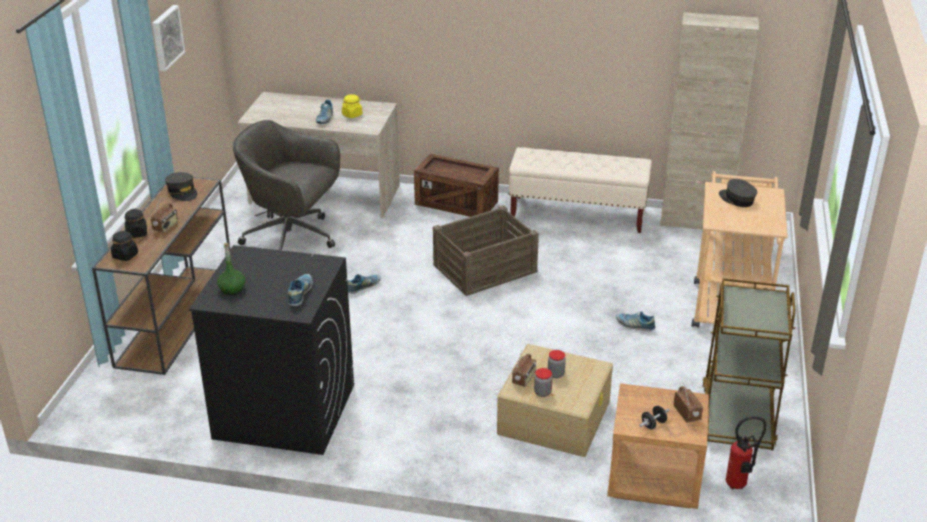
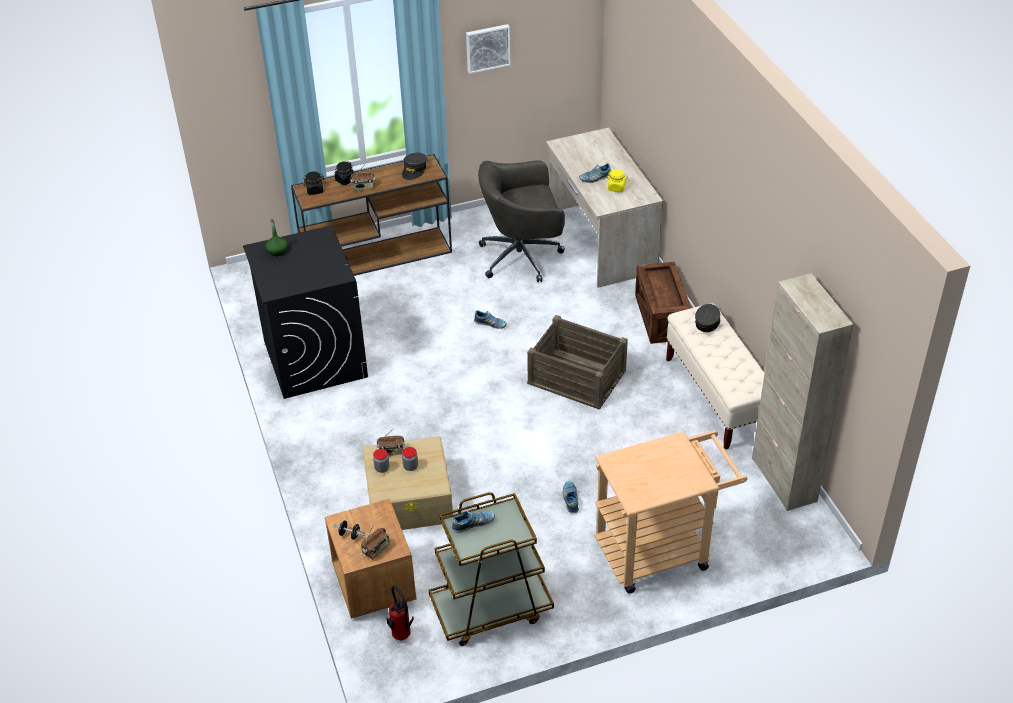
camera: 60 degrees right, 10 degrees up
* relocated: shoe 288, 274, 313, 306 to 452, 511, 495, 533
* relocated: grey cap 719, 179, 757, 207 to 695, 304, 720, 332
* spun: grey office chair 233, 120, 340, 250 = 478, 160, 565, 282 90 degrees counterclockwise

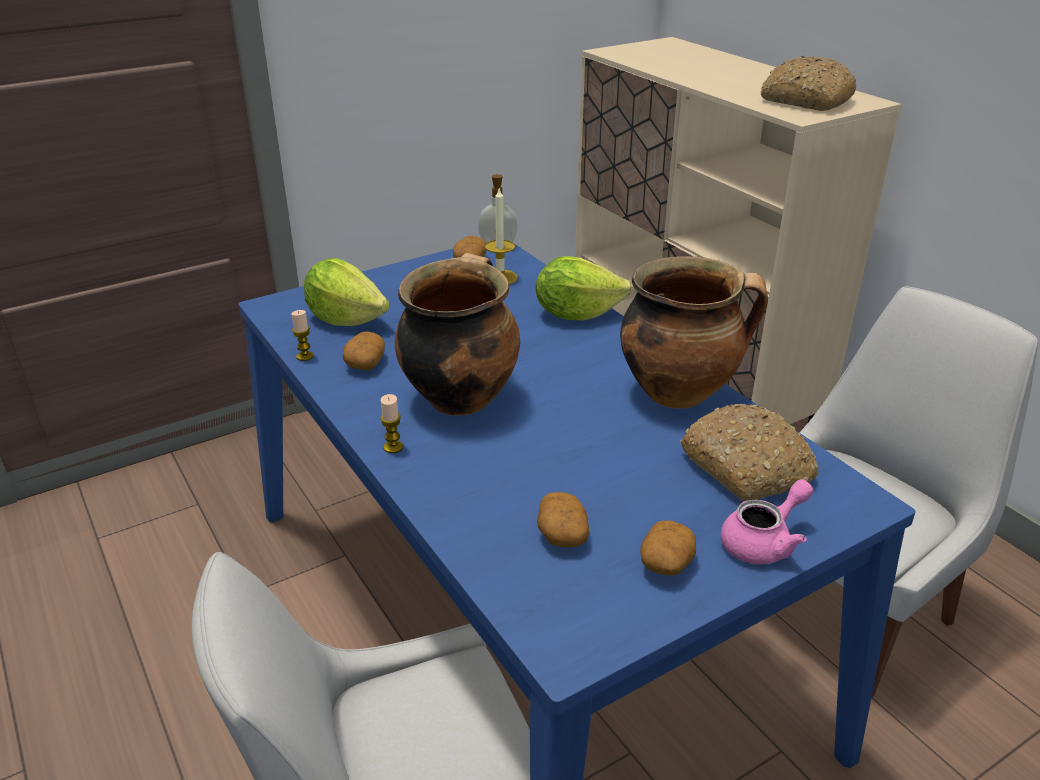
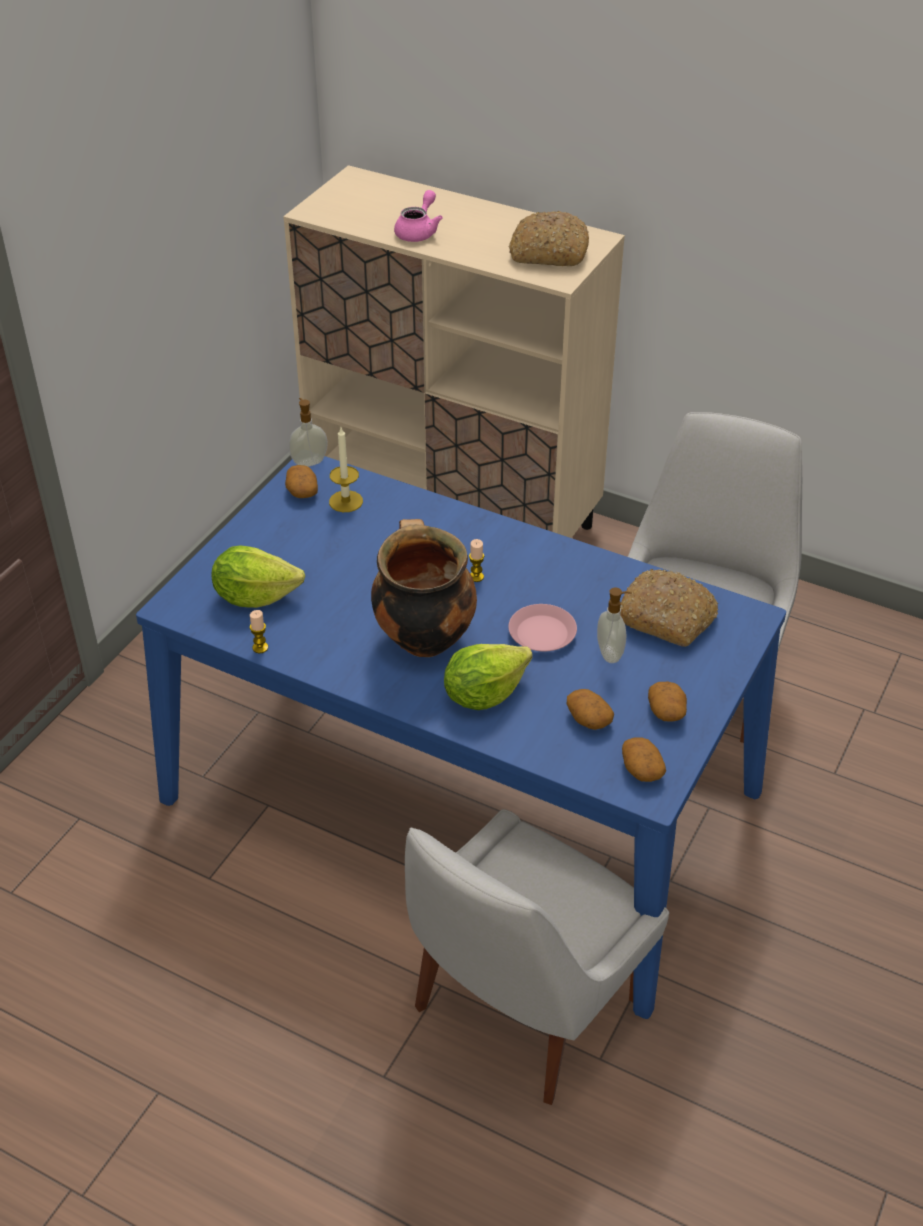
camera: 30 degrees left, 10 degrees up
* missing: cooking pot 620, 256, 768, 408
* appeared: pink plate 508, 604, 577, 652
* appeared: soap dispenser 597, 588, 632, 663
* relocated: potato 343, 332, 385, 370 to 622, 737, 666, 782
* relocated: candle 380, 394, 403, 453 to 469, 539, 484, 582
* relocated: lettuce 536, 256, 632, 320 to 444, 644, 533, 710
* relocated: pink teapot 721, 479, 813, 565 to 394, 190, 443, 242

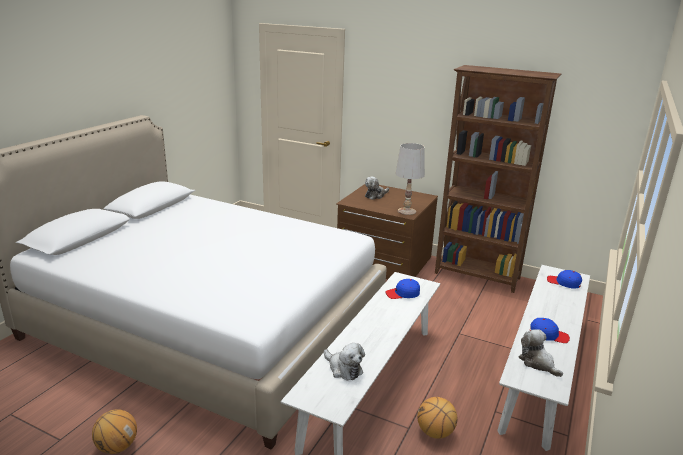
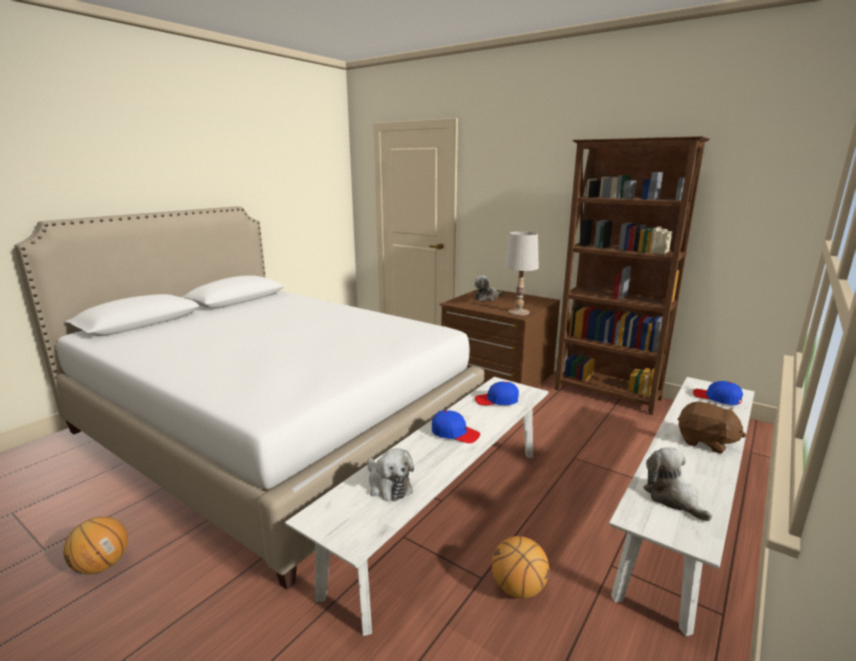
camera: 10 degrees right, 5 degrees down
* appeared: brown plush toy 678, 401, 746, 453
* relocated: blue cap 530, 318, 570, 343 to 432, 410, 480, 443

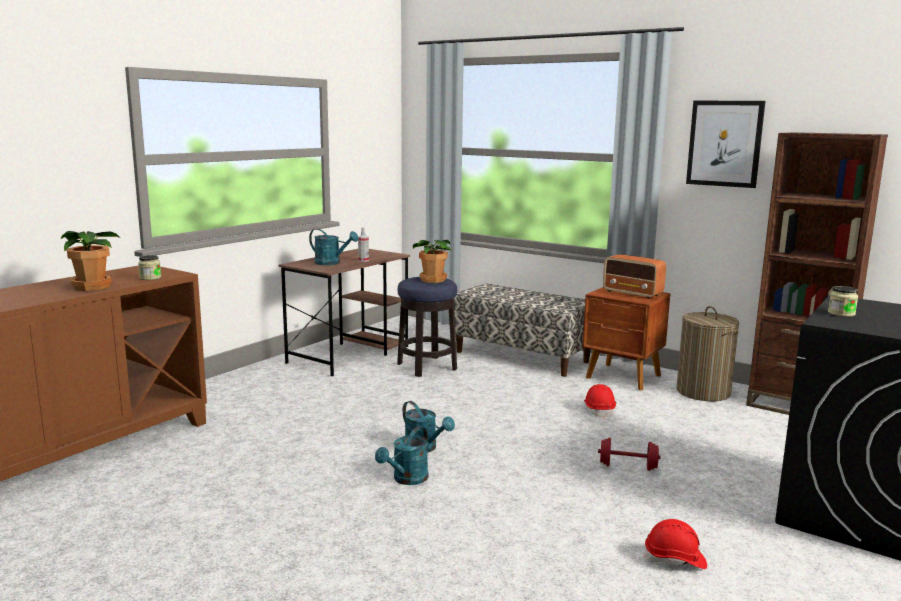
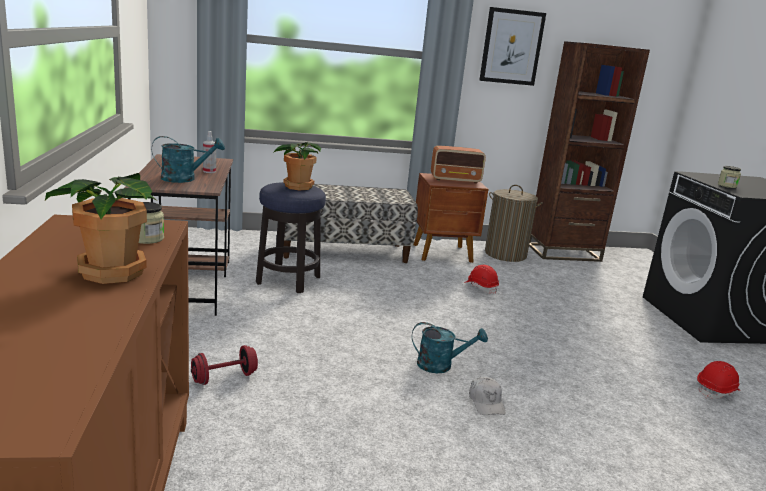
camera: 45 degrees left, 5 degrees up
* relocated: red dumbbell 598, 438, 661, 471 to 191, 345, 258, 385
* exchanged: turquoise watering can 375, 426, 429, 485 to white cap 469, 377, 506, 415

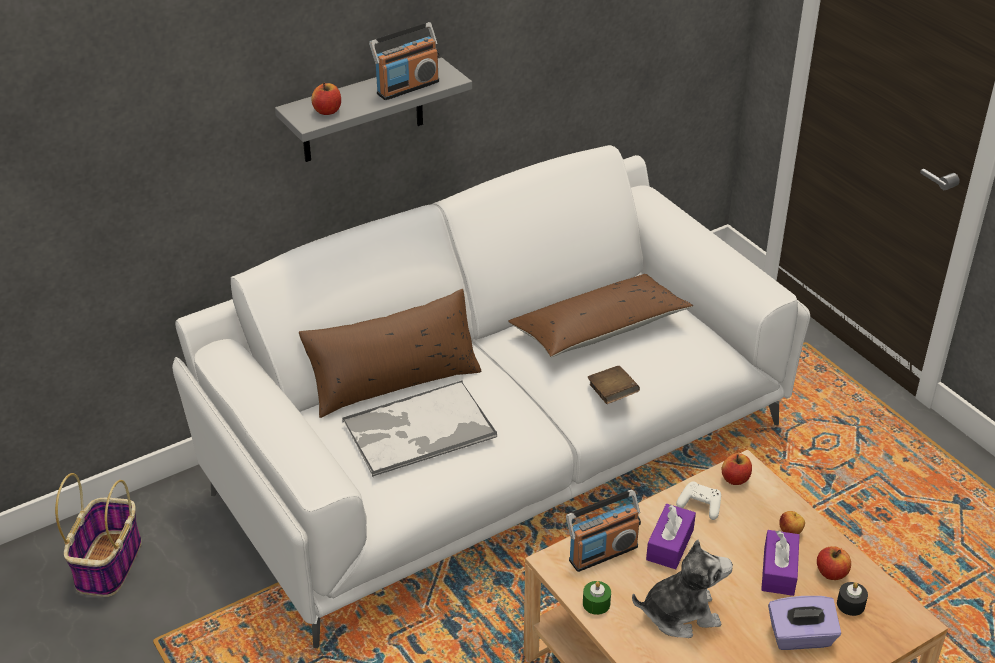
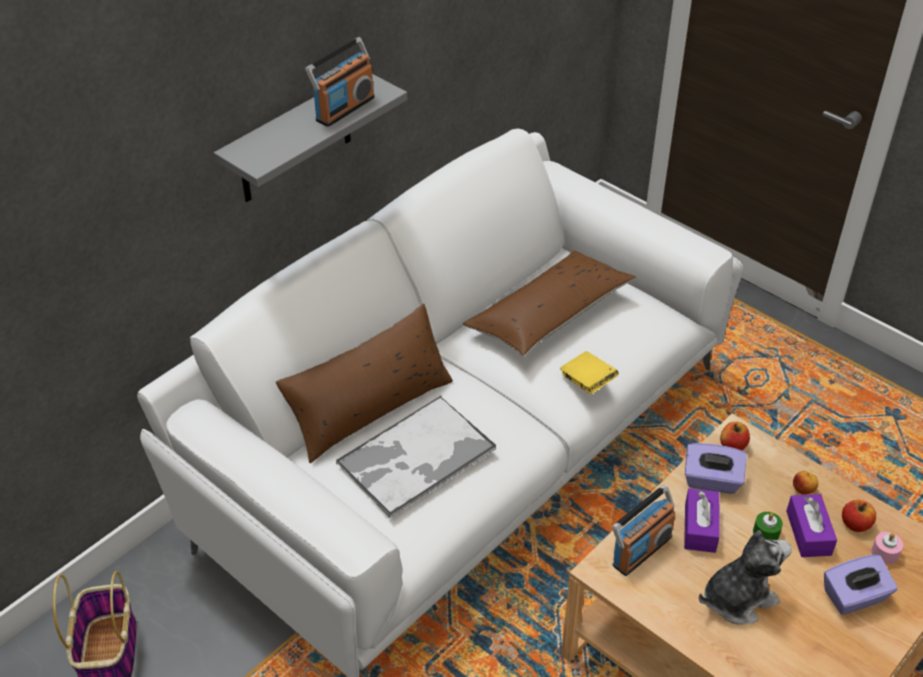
camera: 15 degrees left, 5 degrees up
* missing: apple 311, 83, 341, 115
* relocated: green candle 583, 581, 611, 615 to 753, 512, 783, 540
* exchanged: white game controller 676, 481, 721, 520 to purple tissue box 685, 443, 747, 494
* colour: brown book 587, 366, 640, 404 to yellow book 560, 351, 619, 394
* colour: black candle 837, 582, 868, 616 to pink candle 871, 532, 903, 564

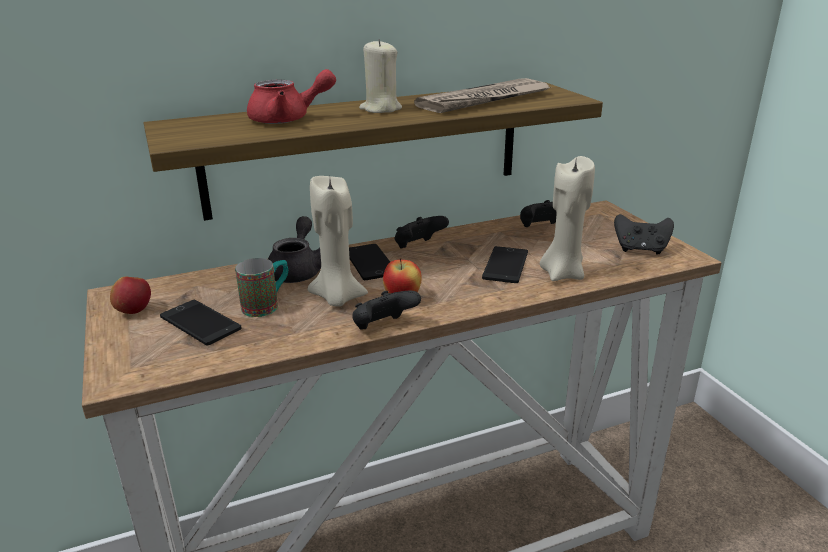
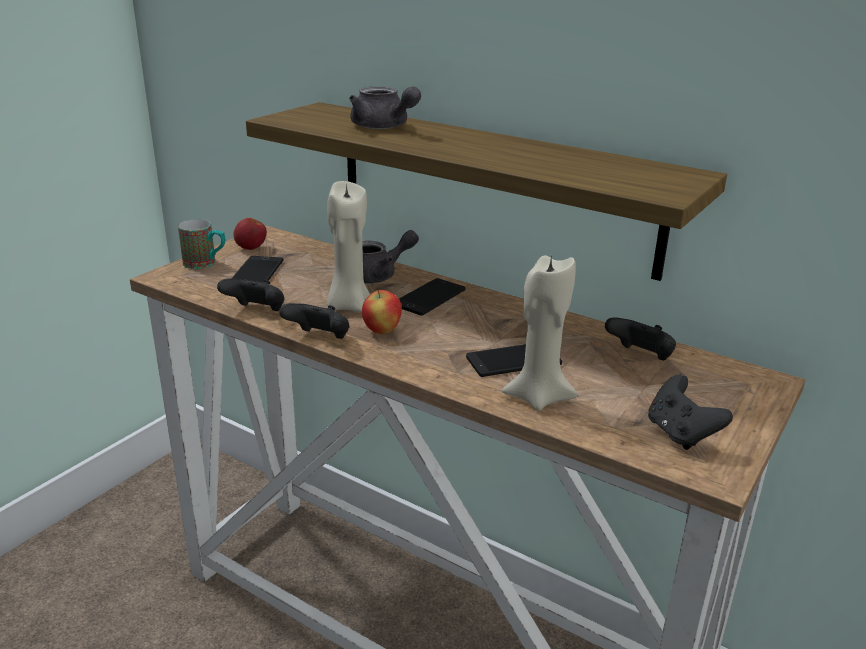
camera: 55 degrees right, 0 degrees up
* missing: beige candle 359, 39, 402, 113
* missing: newspaper 414, 78, 551, 113
* relocated: mug 235, 258, 288, 317 to 178, 219, 226, 269
* relocated: black game controller 395, 216, 449, 249 to 217, 279, 284, 311
* colour: red teapot 247, 69, 336, 124 to grey teapot 349, 86, 421, 129

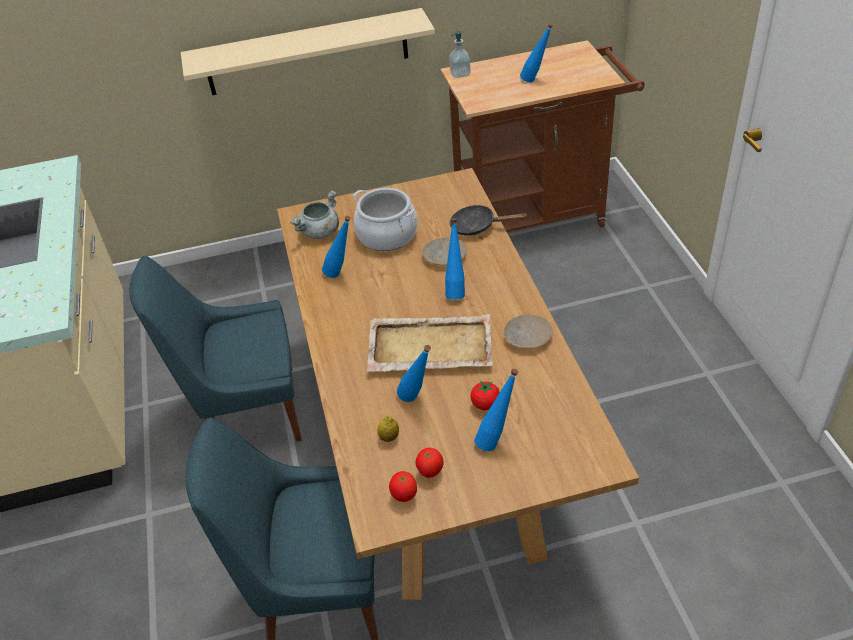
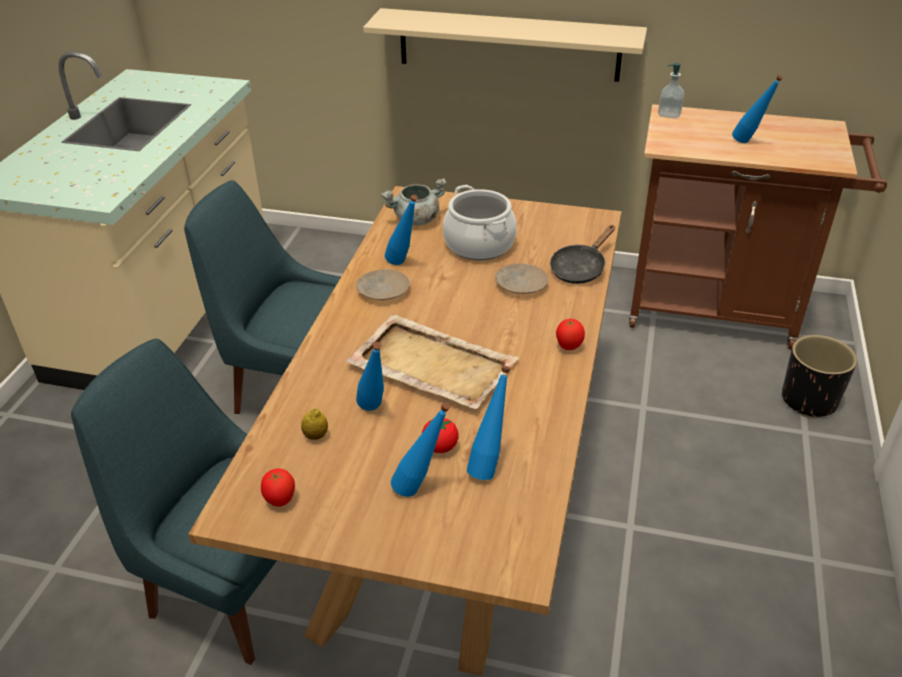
camera: 25 degrees right, 5 degrees down
* appeared: black planter 782, 335, 857, 417
* relocated: tomato 416, 448, 443, 478 to 556, 319, 585, 350
* relocated: blue bottle 445, 218, 465, 299 to 467, 366, 510, 480
* relocated: beige plate 503, 314, 553, 349 to 356, 269, 410, 300
* spun: black frying pan 449, 205, 528, 236 = 550, 225, 615, 284 90 degrees counterclockwise

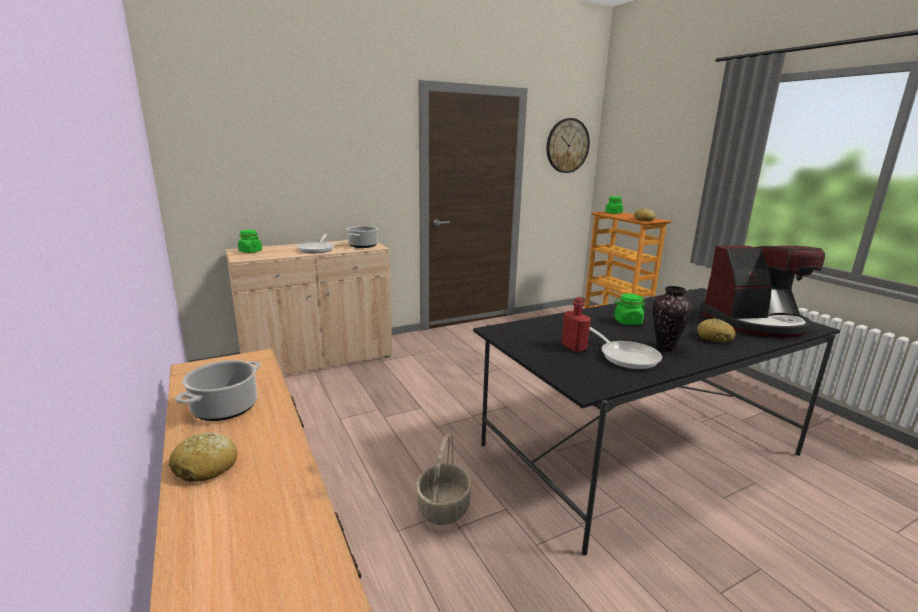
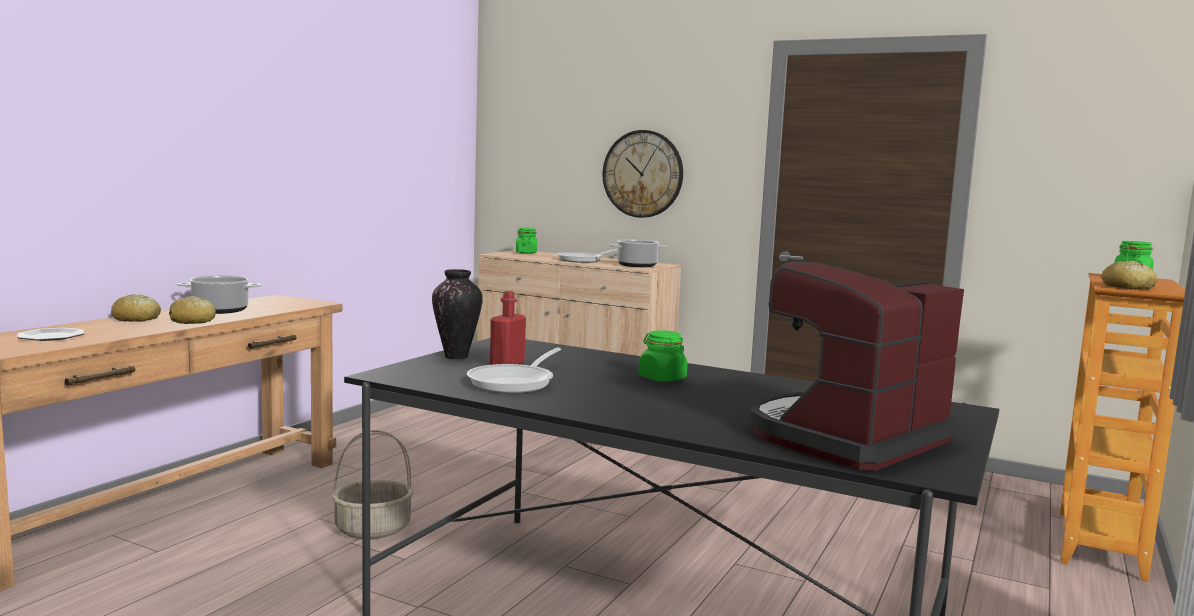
camera: 55 degrees right, 10 degrees down
* appeared: plate 17, 328, 84, 341
* relocated: wall clock 546, 118, 590, 173 to 603, 130, 683, 218
* relocated: vase 653, 286, 692, 351 to 432, 269, 483, 359
* relocated: bread 697, 318, 735, 343 to 169, 296, 216, 324
* spun: coffee machine 700, 246, 825, 338 = 749, 262, 964, 471 90 degrees clockwise

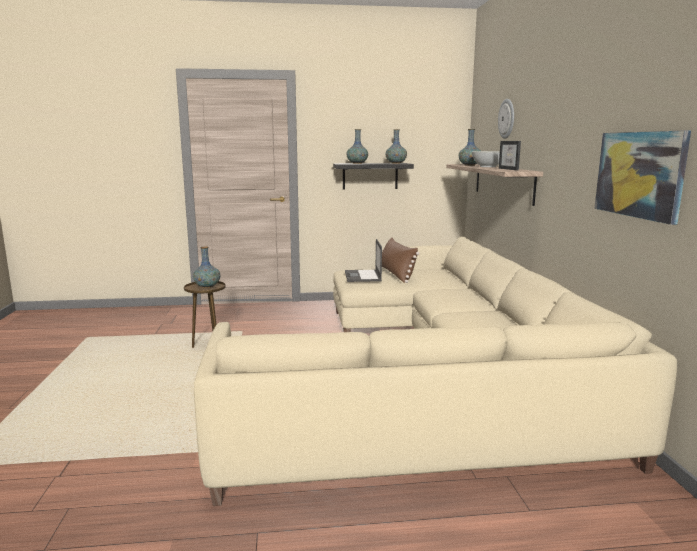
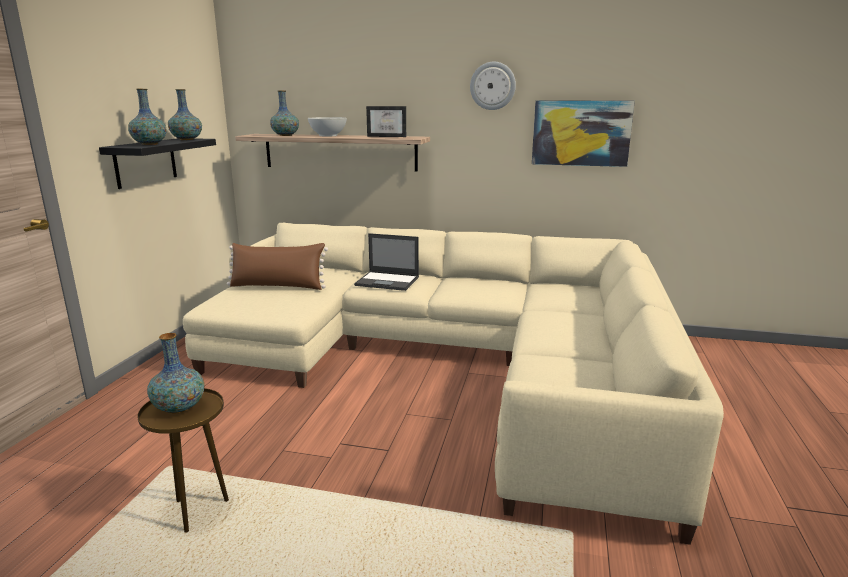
camera: 70 degrees left, 5 degrees up
* relocated: laptop 345, 239, 382, 282 to 354, 233, 419, 291
* relocated: wall clock 498, 99, 514, 139 to 470, 61, 516, 110

